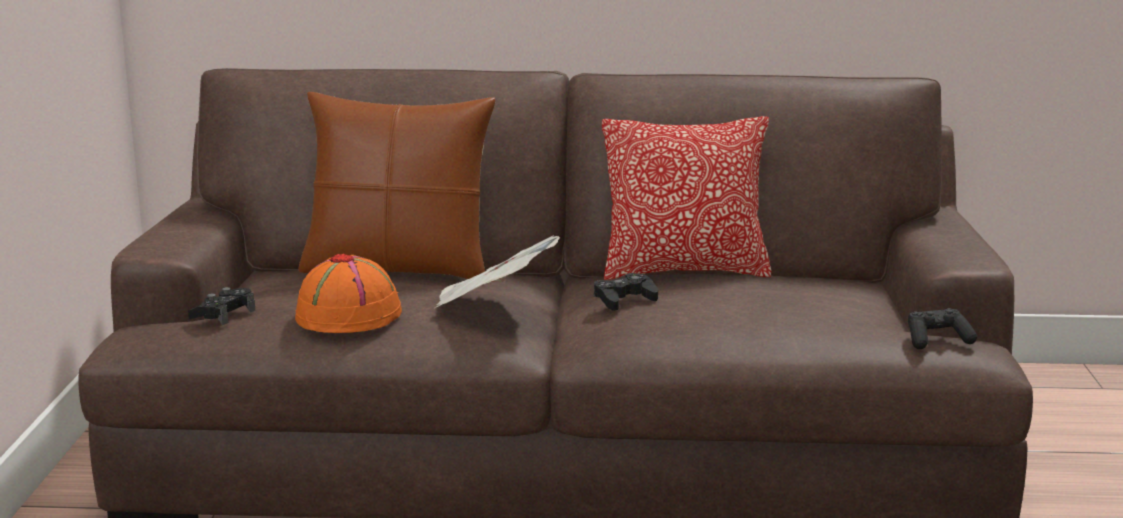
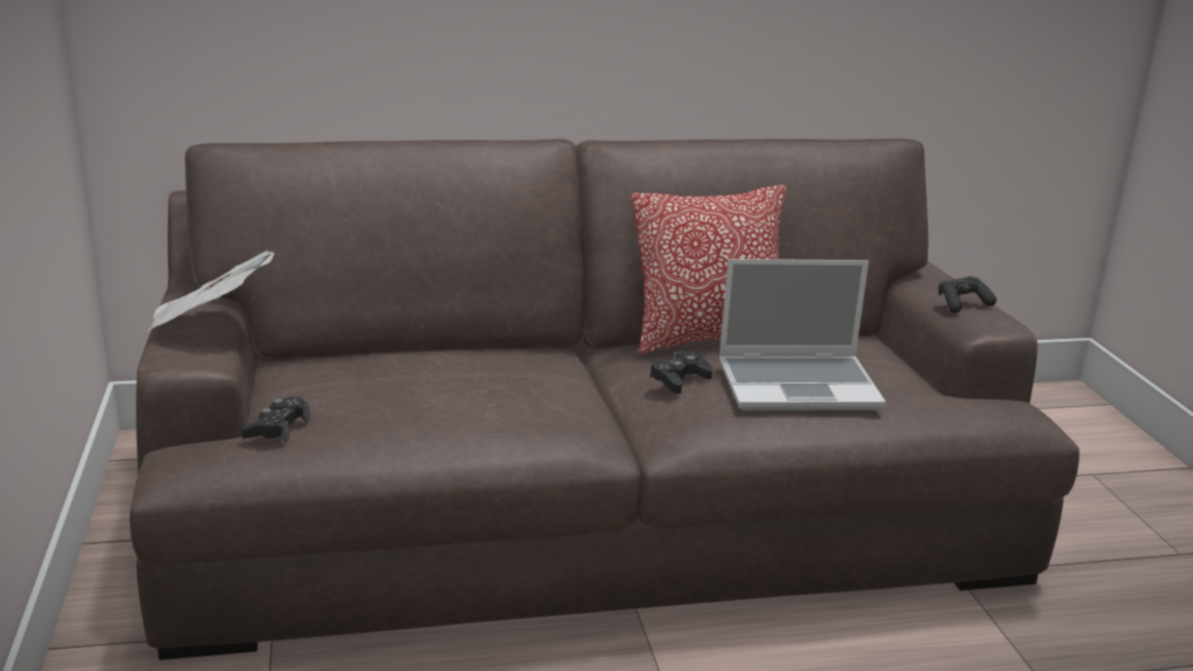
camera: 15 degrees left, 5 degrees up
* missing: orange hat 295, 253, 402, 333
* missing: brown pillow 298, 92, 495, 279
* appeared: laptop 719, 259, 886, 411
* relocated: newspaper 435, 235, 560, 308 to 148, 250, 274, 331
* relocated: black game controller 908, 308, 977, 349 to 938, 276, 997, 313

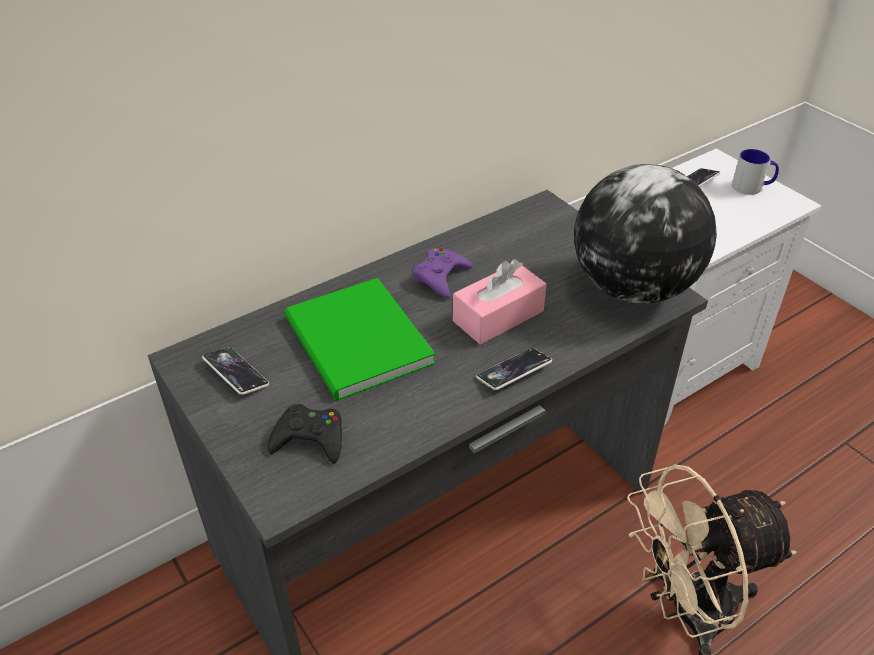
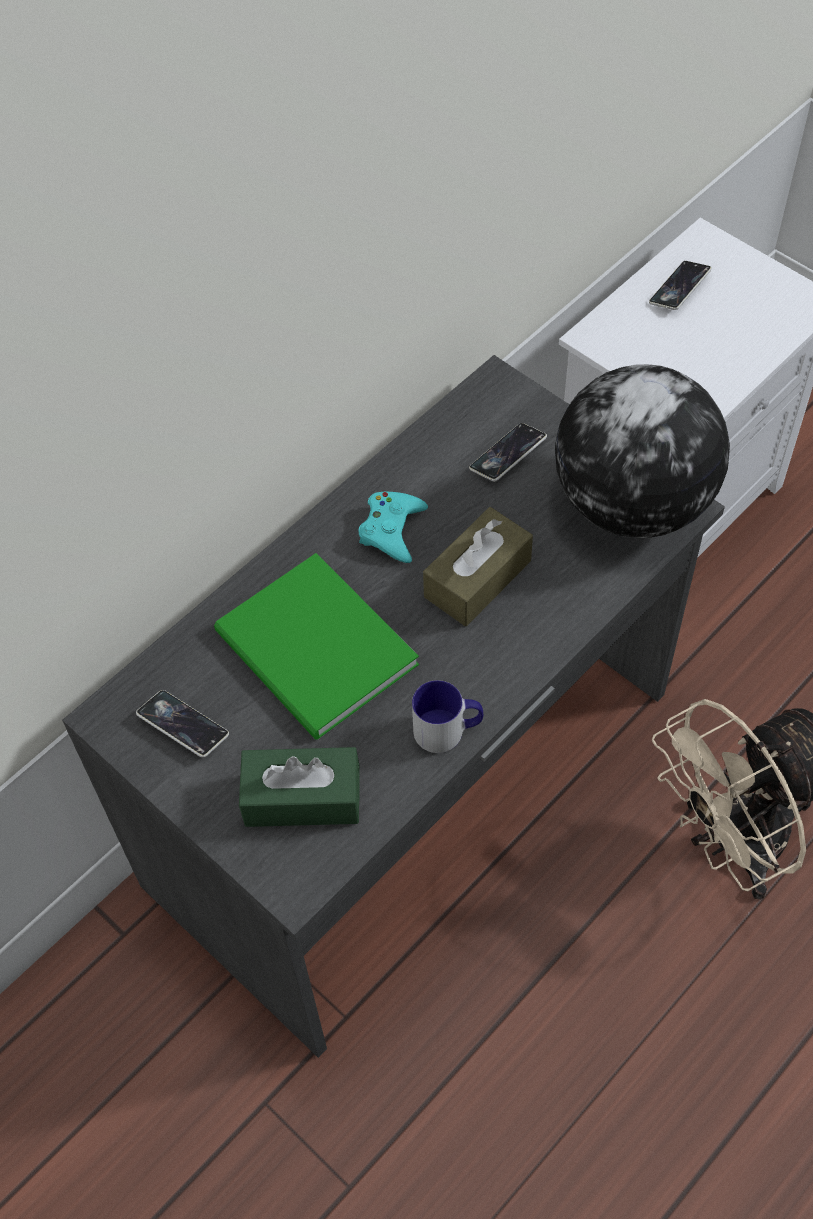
camera: 10 degrees left, 15 degrees up
* relocated: phone 476, 348, 552, 390 to 469, 423, 547, 482
* relocated: mug 732, 149, 779, 195 to 412, 680, 483, 753
* exchanged: black game controller 267, 404, 342, 464 to green tissue box 239, 747, 359, 827
* colour: purple game controller 414, 248, 473, 298 to turquoise game controller 359, 492, 428, 563
* colour: pink tissue box 453, 259, 547, 345 to brown tissue box 423, 507, 533, 626

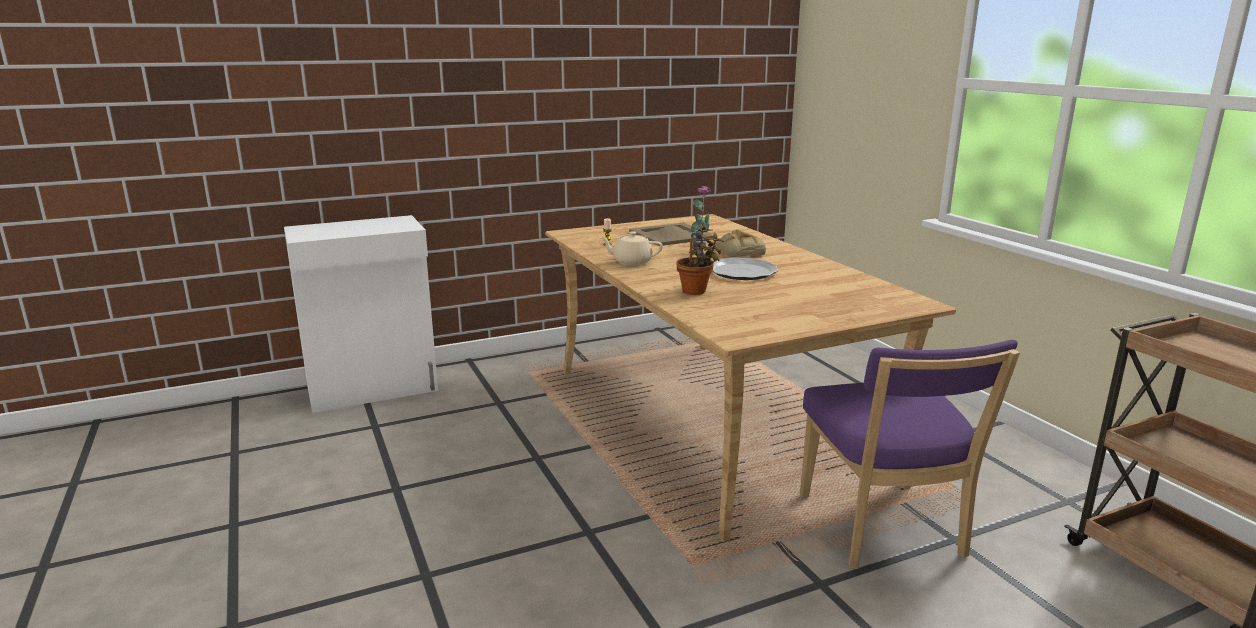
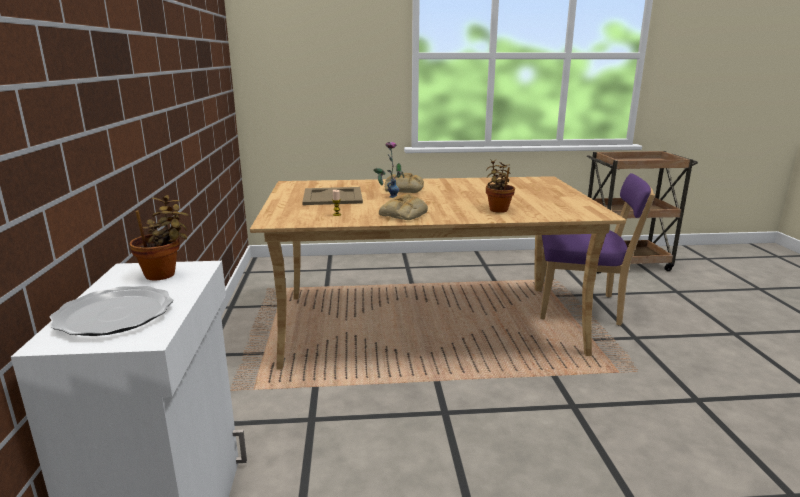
camera: 70 degrees left, 0 degrees up
* appeared: potted plant 130, 195, 189, 280
* relocated: plate 713, 257, 778, 280 to 50, 286, 173, 336
* exchanged: beige teapot 599, 231, 663, 265 to bread 379, 194, 428, 220

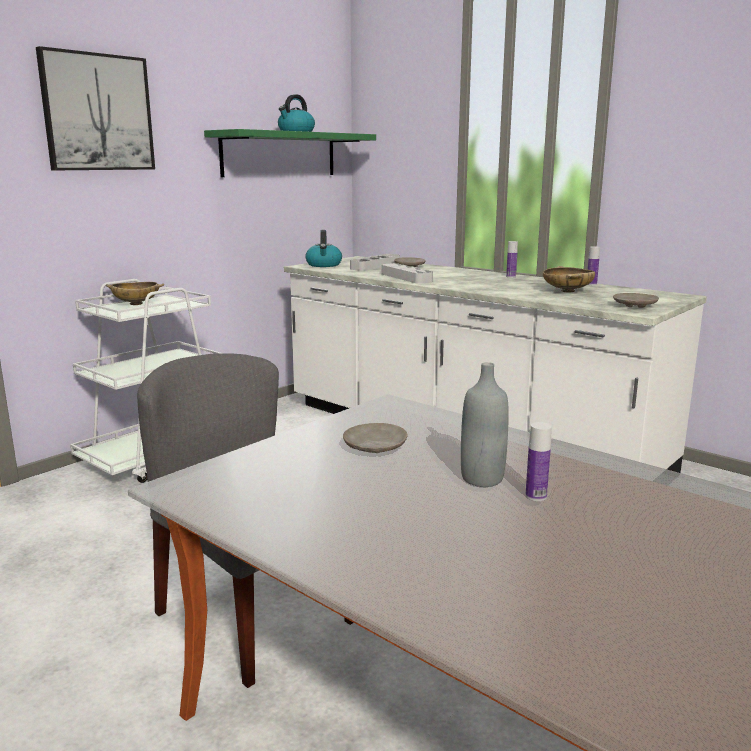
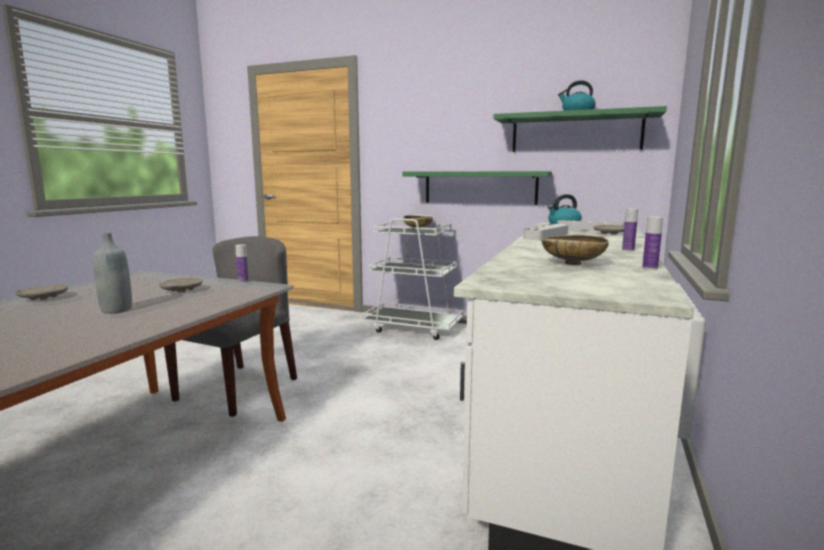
camera: 70 degrees right, 5 degrees down
* missing: picture 36, 46, 155, 170
* appeared: green shelf 402, 171, 552, 205
* relocated: bottle 525, 422, 552, 501 to 235, 244, 249, 283
* relocated: beige plate 613, 293, 659, 308 to 15, 284, 68, 300

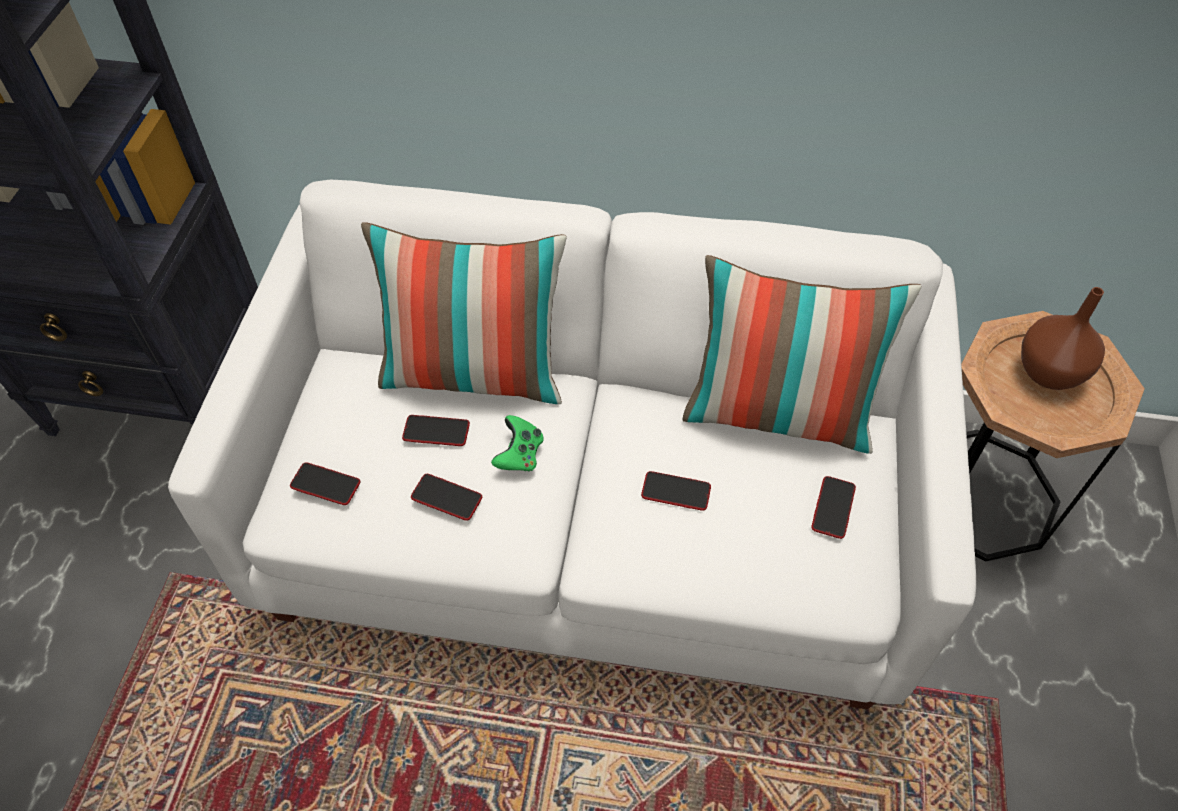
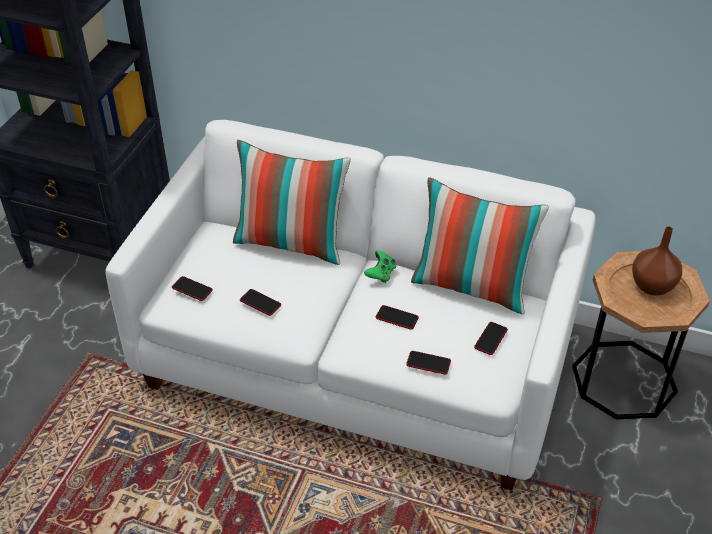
camera: 10 degrees right, 10 degrees down
* relocated: phone 402, 415, 470, 446 to 406, 351, 451, 375
* relocated: green game controller 491, 415, 544, 472 to 364, 250, 396, 283

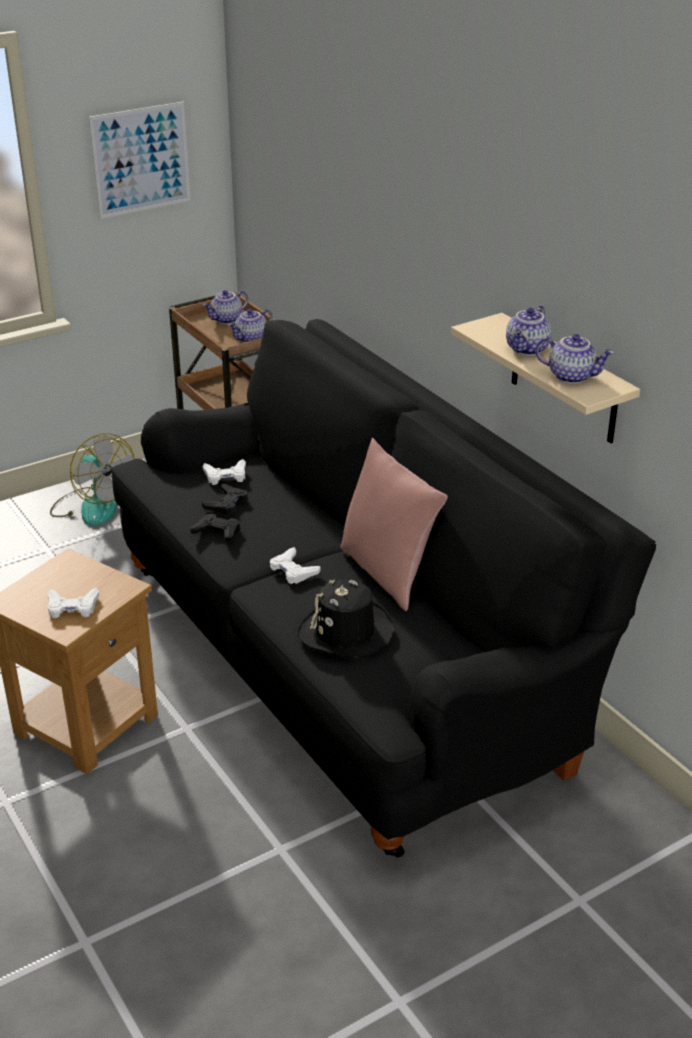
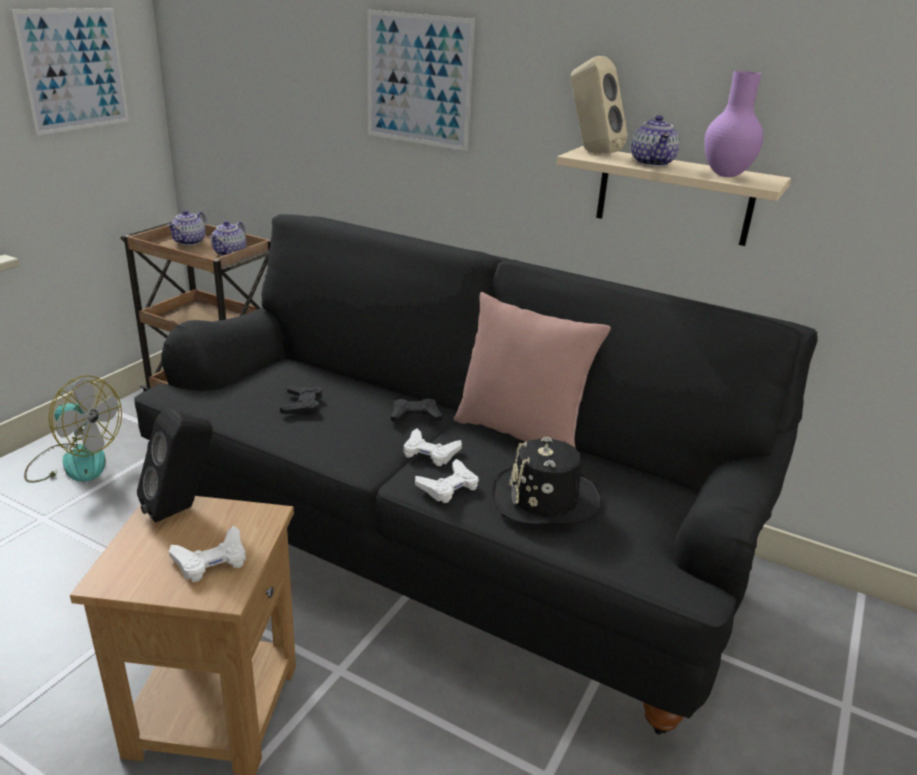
camera: 30 degrees left, 5 degrees down
* appeared: black speaker 137, 408, 213, 523
* appeared: picture 368, 10, 475, 151
* appeared: beige speaker 571, 56, 628, 153
* relocated: black game controller 190, 514, 240, 542 to 391, 399, 443, 422
* relocated: white game controller 203, 459, 246, 485 to 415, 459, 479, 503
* exchanged: teapot 535, 334, 614, 384 to purple vase 704, 71, 764, 177

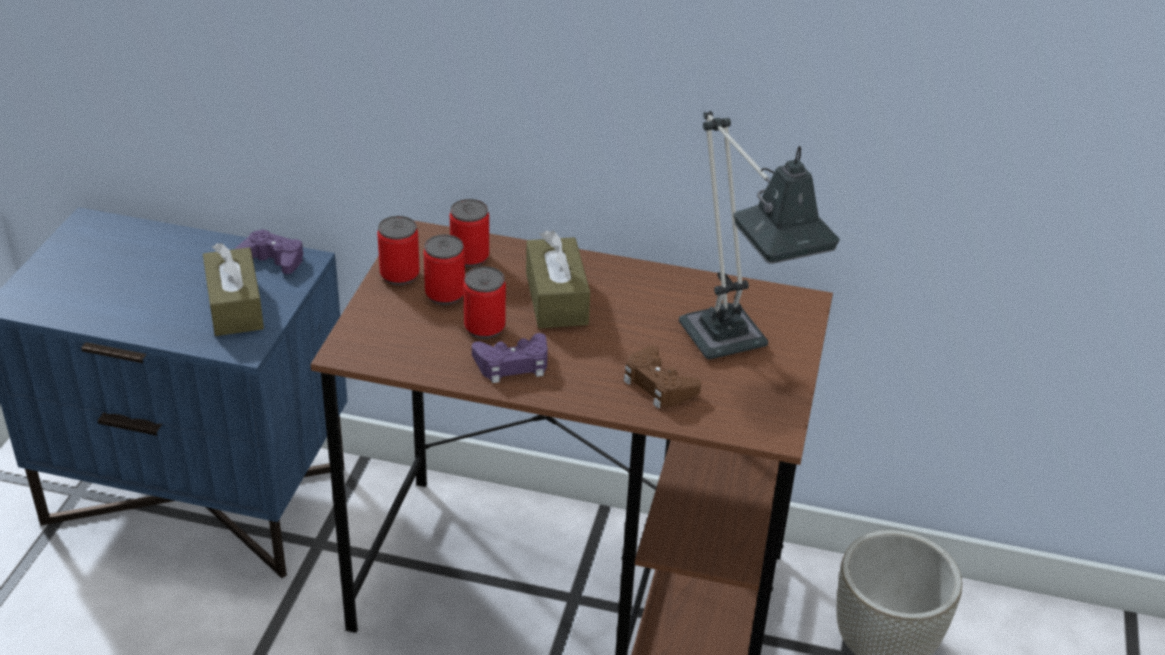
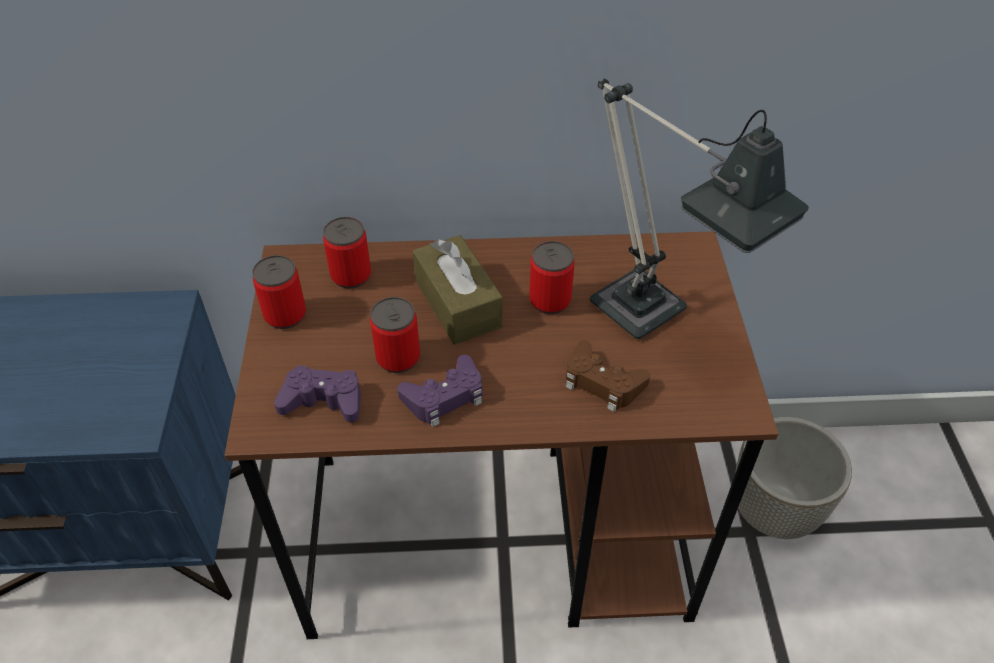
camera: 15 degrees left, 10 degrees up
* missing: brown tissue box 203, 243, 264, 336
* relocated: purple game controller 235, 229, 304, 274 to 274, 365, 361, 422
* relocated: can 424, 234, 465, 305 to 529, 241, 575, 314

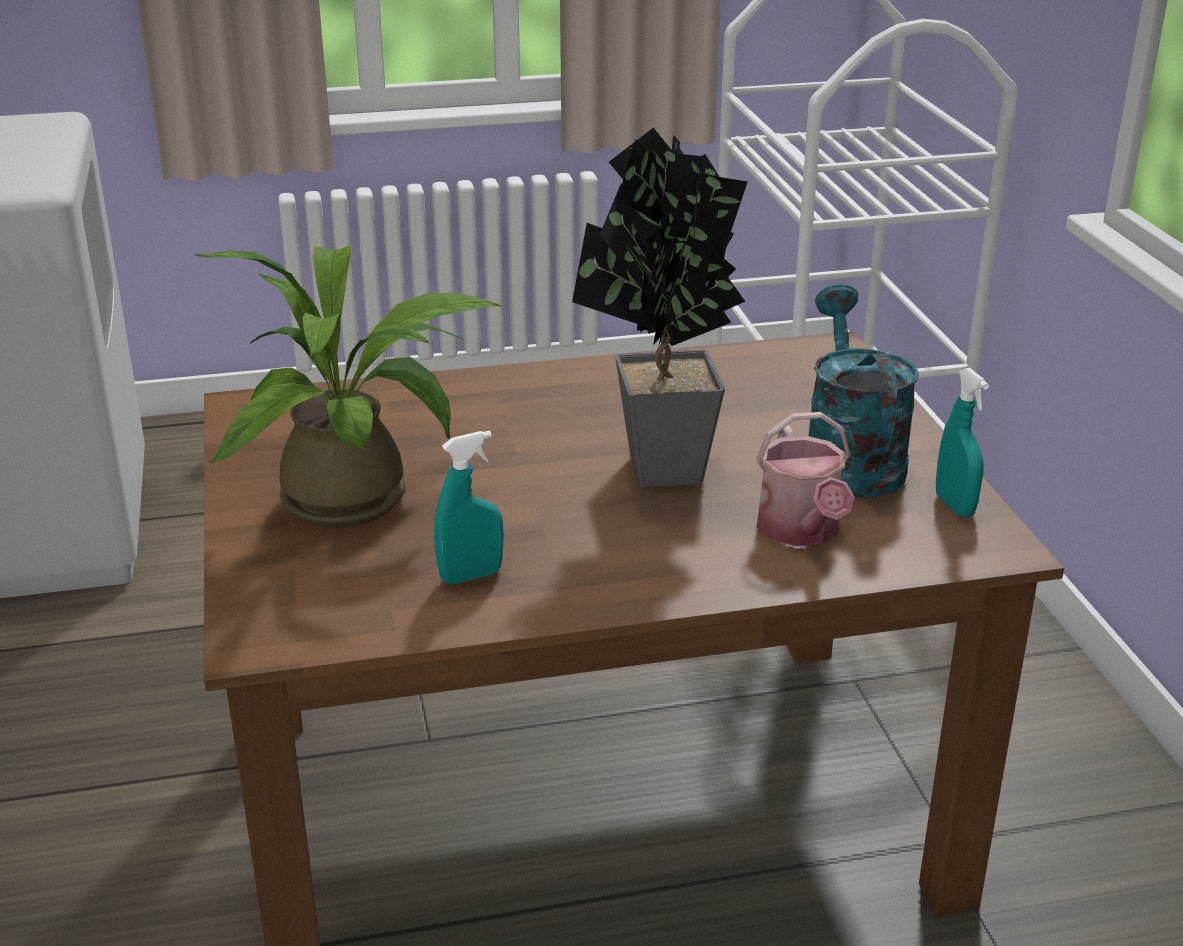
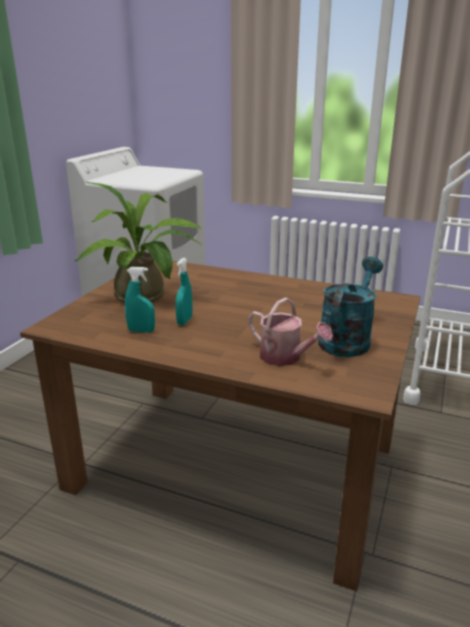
camera: 35 degrees right, 5 degrees down
* missing: potted plant 572, 127, 747, 487
* relocated: turquoise spray bottle 936, 368, 989, 517 to 175, 258, 193, 325
* spun: watering can 756, 412, 854, 546 = 248, 297, 333, 366 75 degrees counterclockwise

